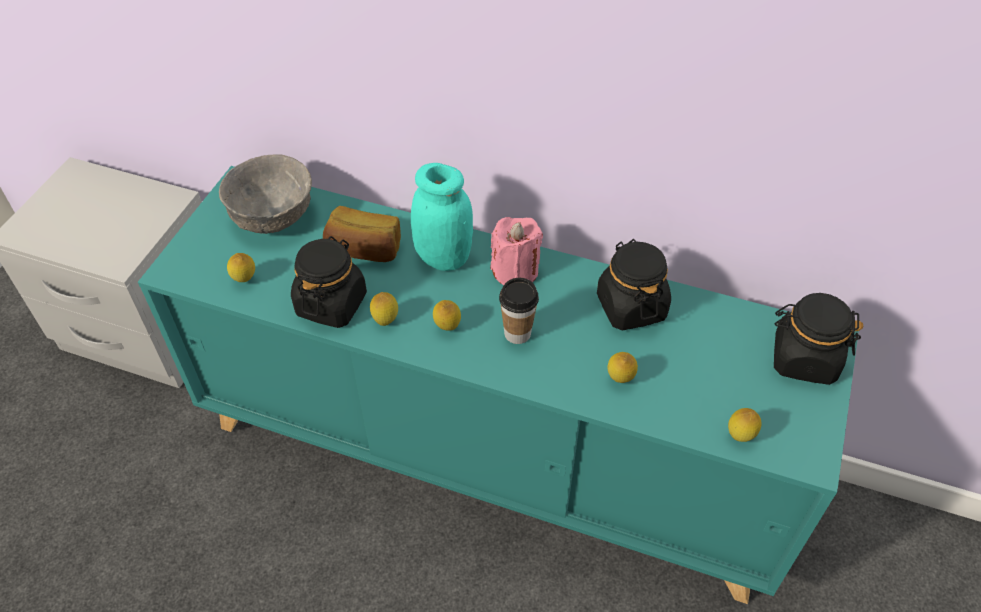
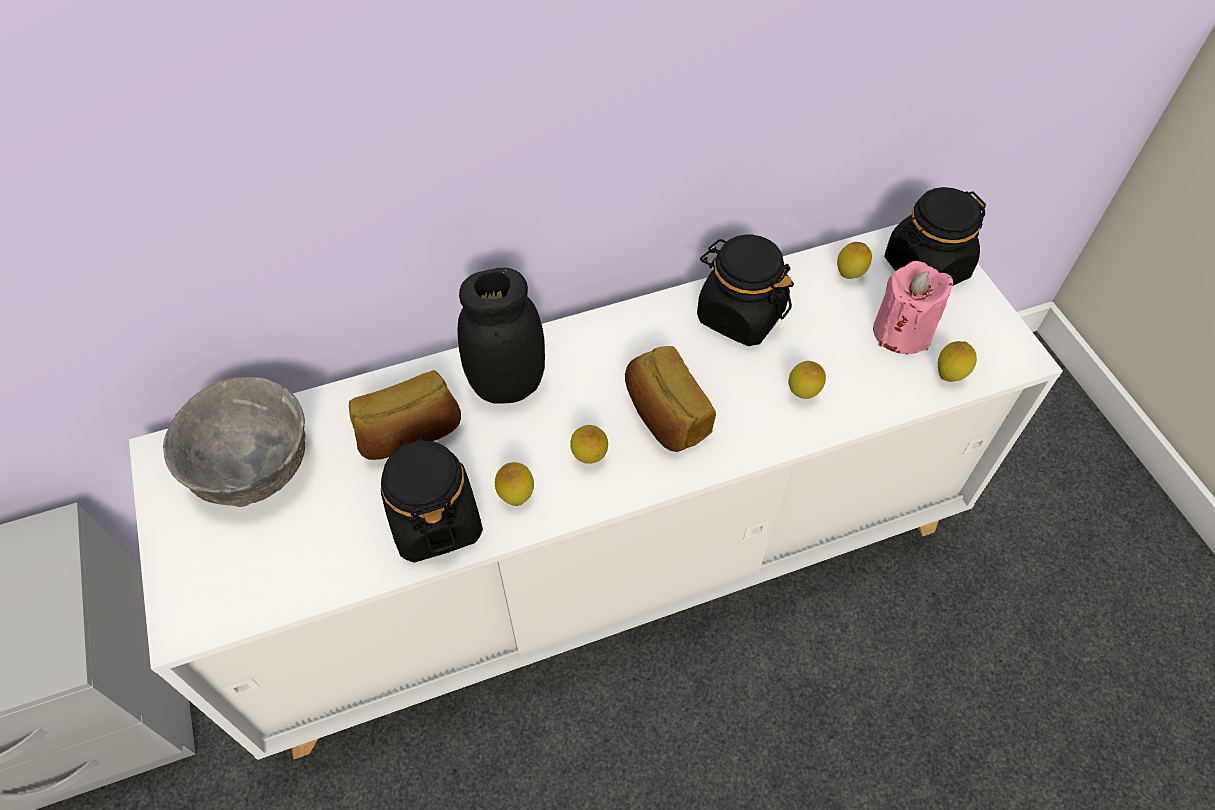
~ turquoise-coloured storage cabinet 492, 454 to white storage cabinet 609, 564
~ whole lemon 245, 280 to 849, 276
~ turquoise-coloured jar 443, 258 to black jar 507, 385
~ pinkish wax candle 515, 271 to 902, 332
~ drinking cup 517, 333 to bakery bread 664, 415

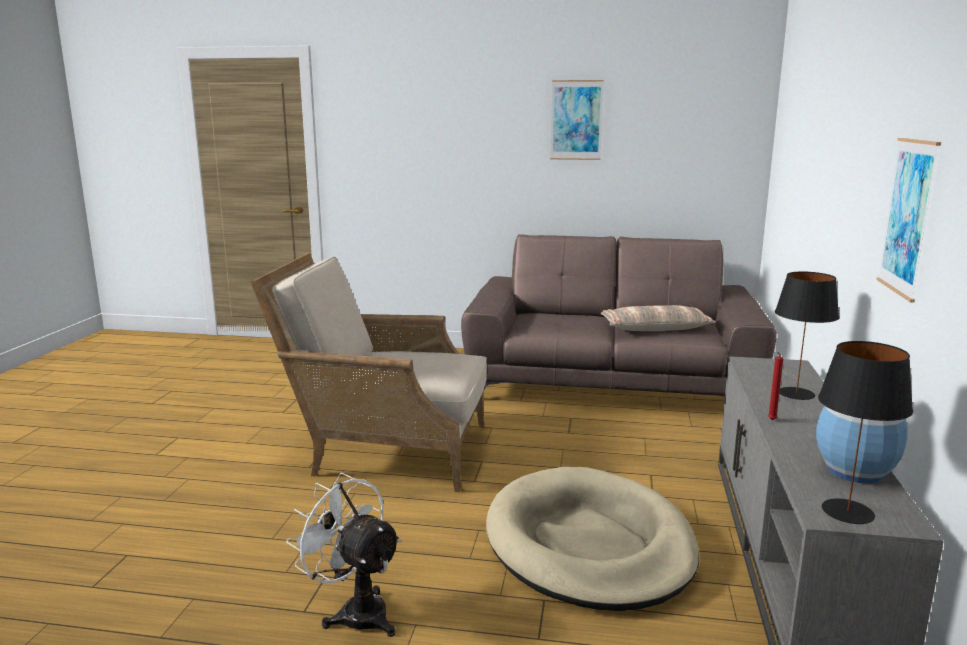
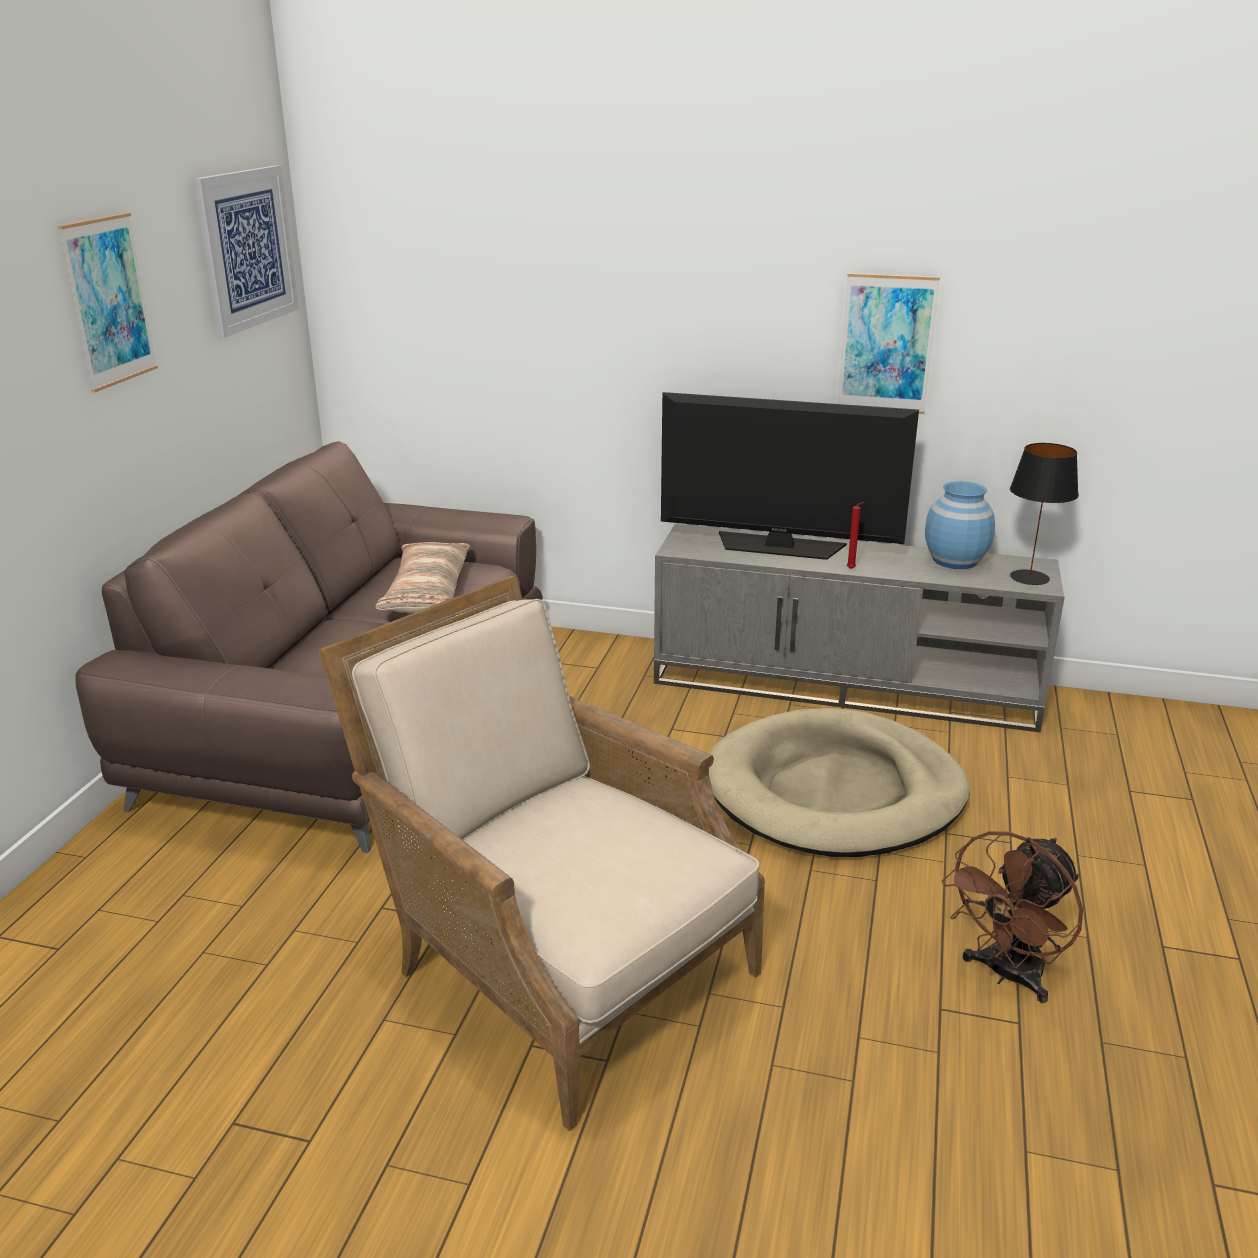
~ beige-coloured armchair 385, 450 = 553, 961 120 degrees clockwise
~ white fan 355, 611 to brownish fan 1006, 975
~ black lamp for a table 797, 394 to TV set 779, 546
+ picture 247, 249

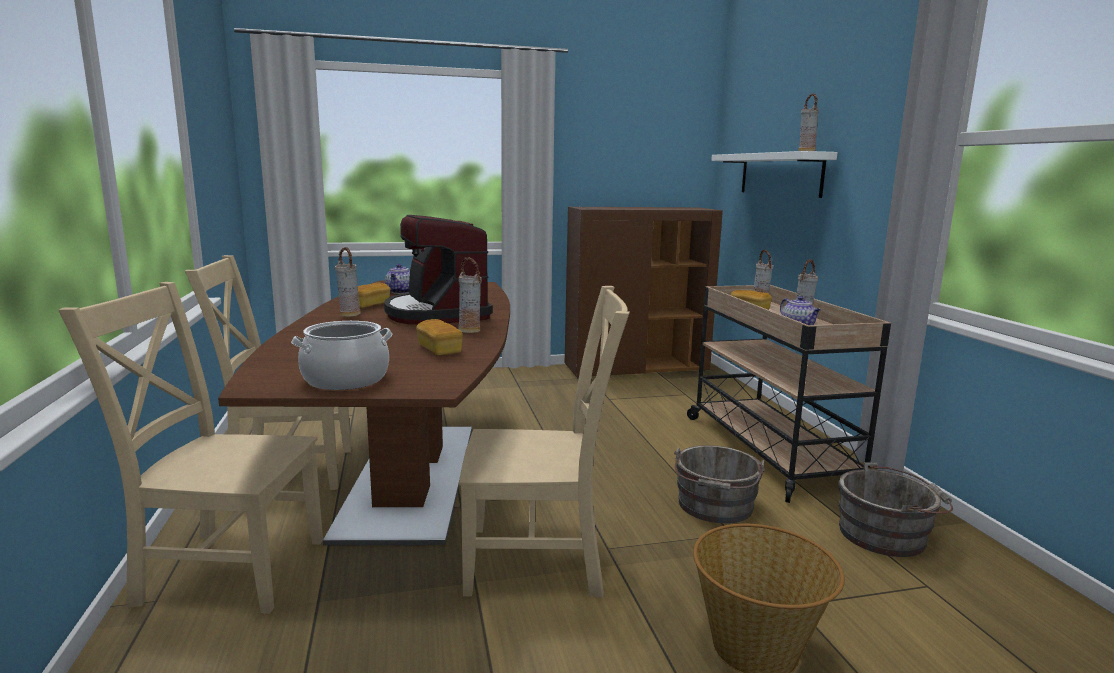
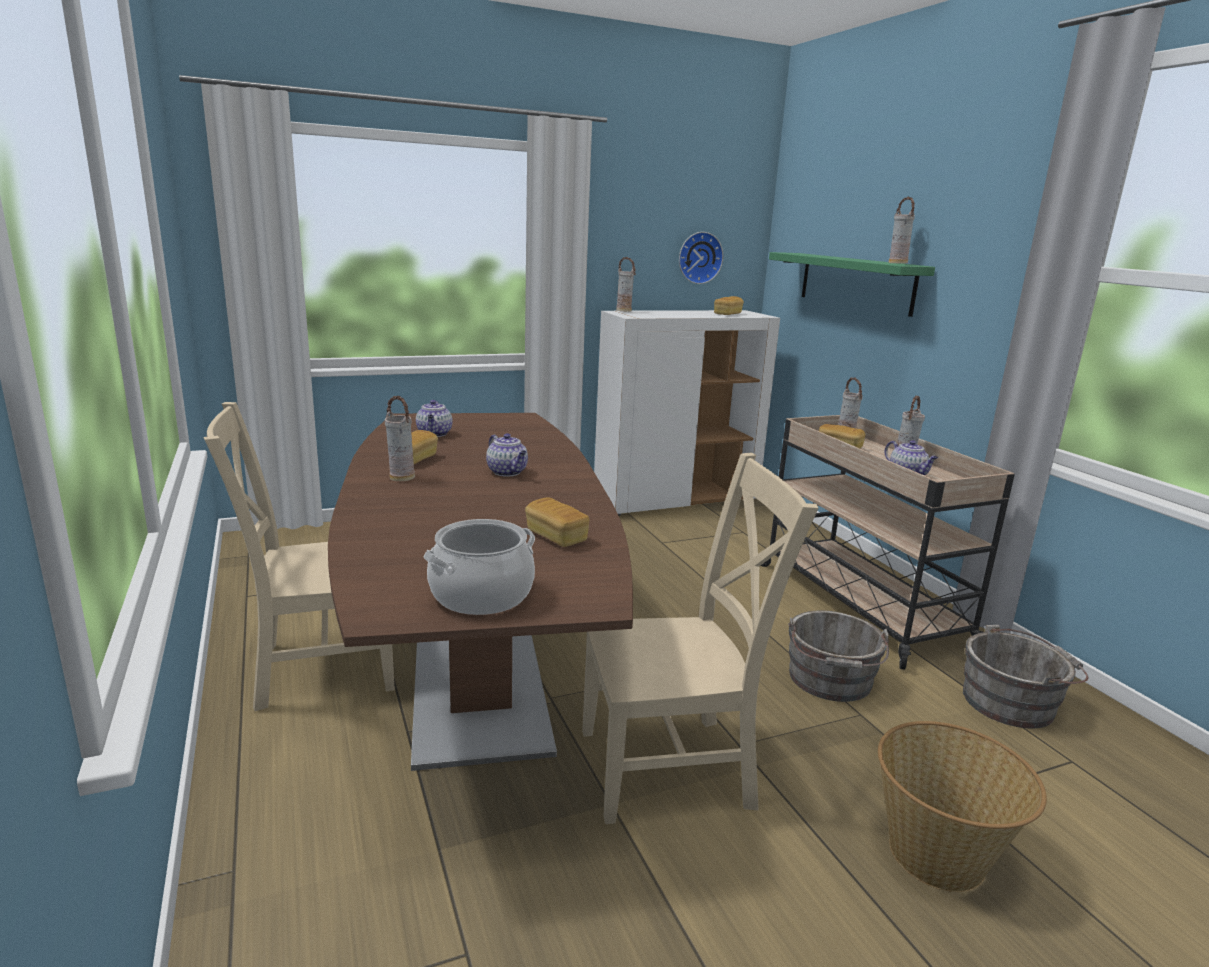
- beige-coloured chair 226, 569
~ coffee brewer 437, 314 to pot for tea 508, 472
~ decorative vase 470, 330 to 624, 311
~ brownish storage cabinet 636, 369 to white storage cabinet 676, 499
~ white shelf 780, 174 to green-coloured shelf 855, 282
+ wall clock 699, 257
+ bakery bread 727, 314

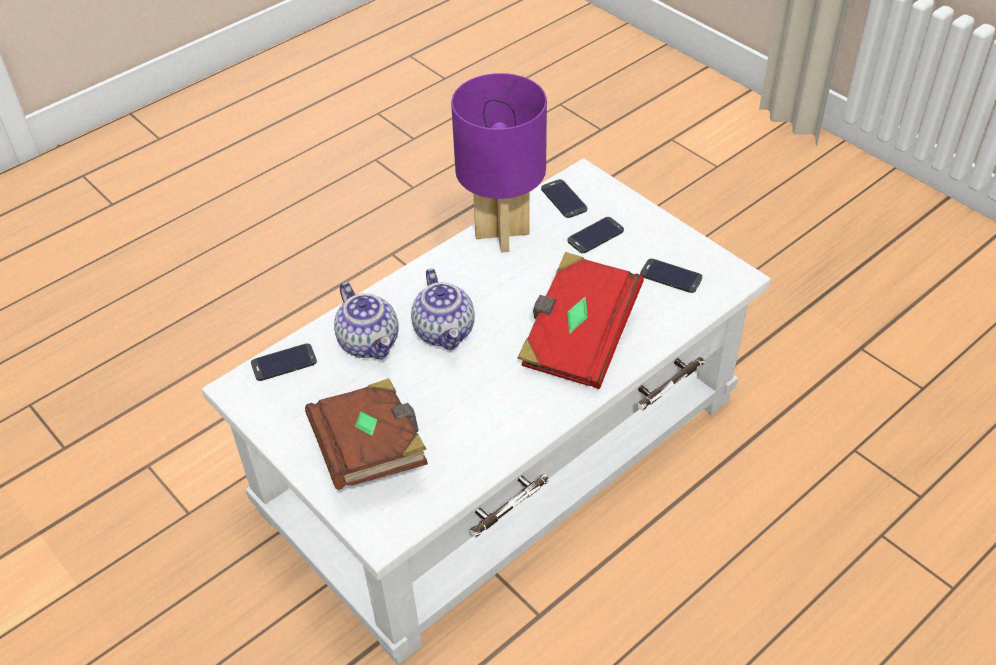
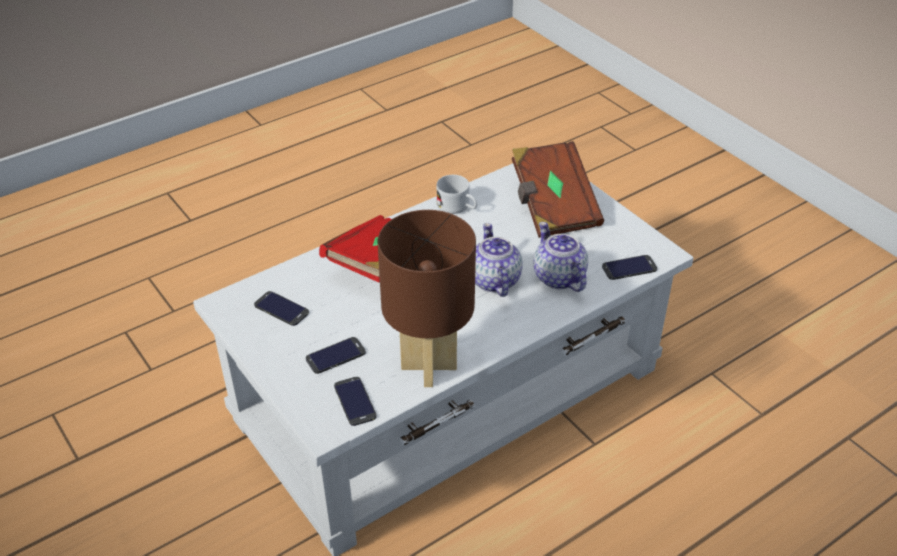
~ purplish lamp for a table 503, 233 to brownish lamp for a table 427, 367
+ white coffee mug 458, 207

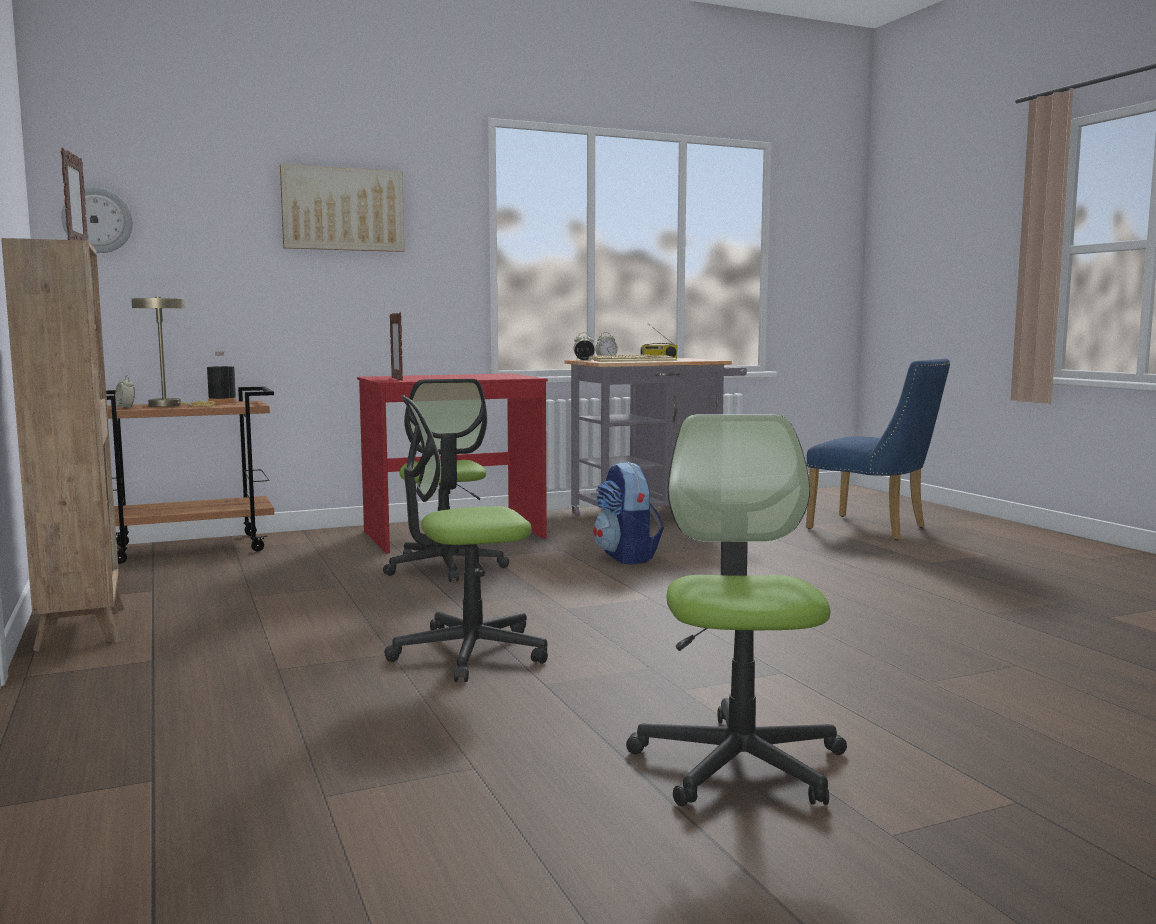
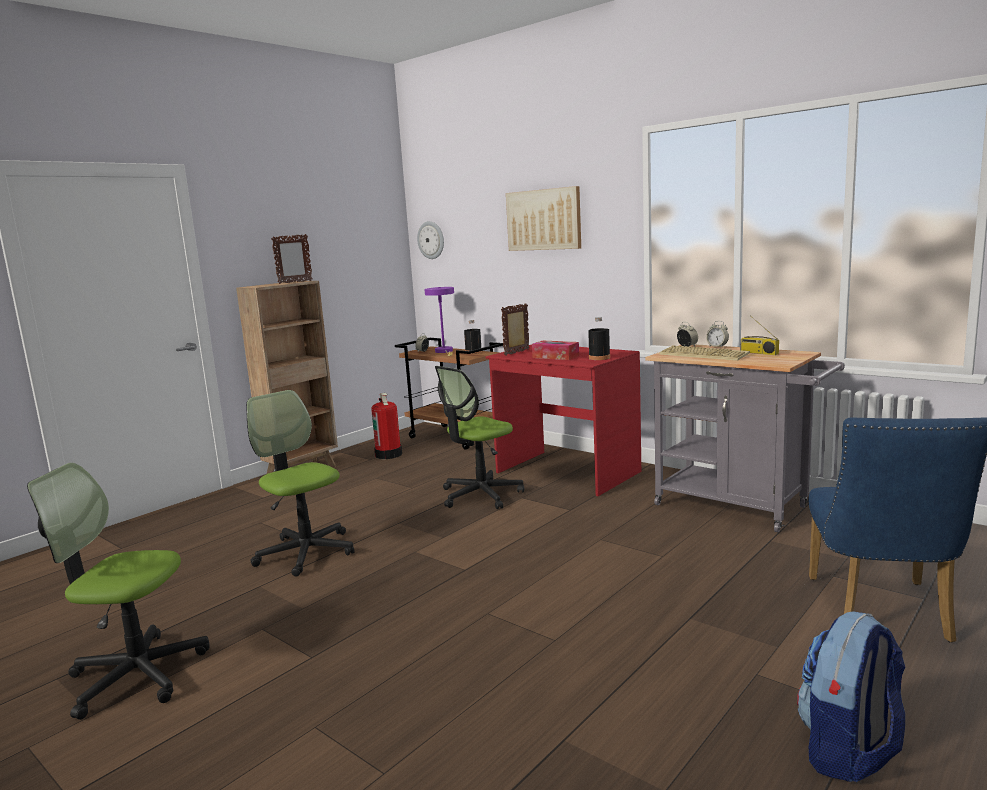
~ beige-coloured lamp for a table 170, 405 to purplish lamp for a table 445, 352
~ knapsack 627, 557 to 849, 752
~ computer chair 739, 763 = 137, 674 150 degrees counterclockwise
+ extinguisher 389, 454
+ tissue box 555, 357
+ black drink bottle 599, 358

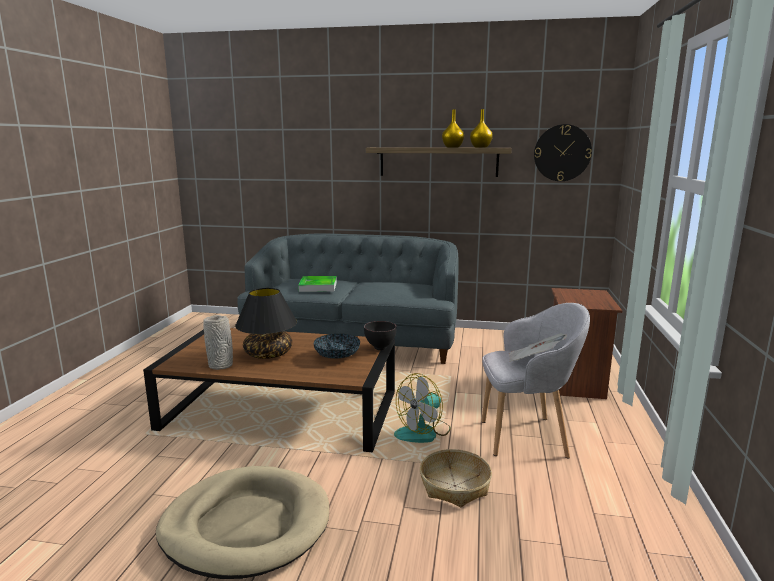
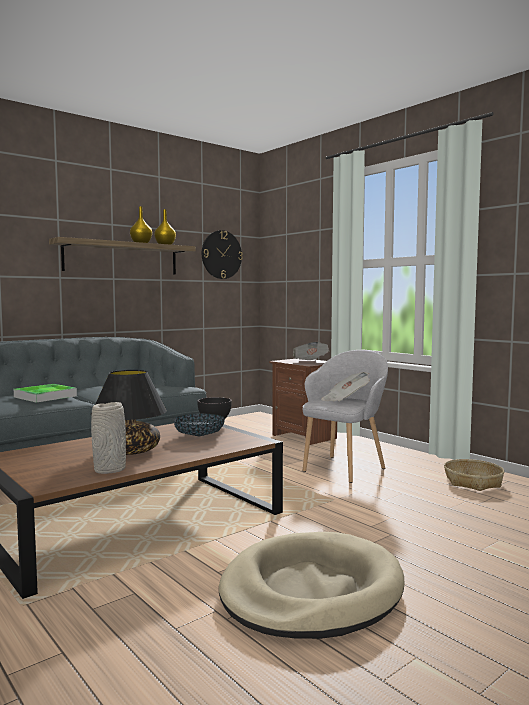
- fan 423, 432
~ storage basket 455, 486 to 473, 482
+ newspaper 310, 362

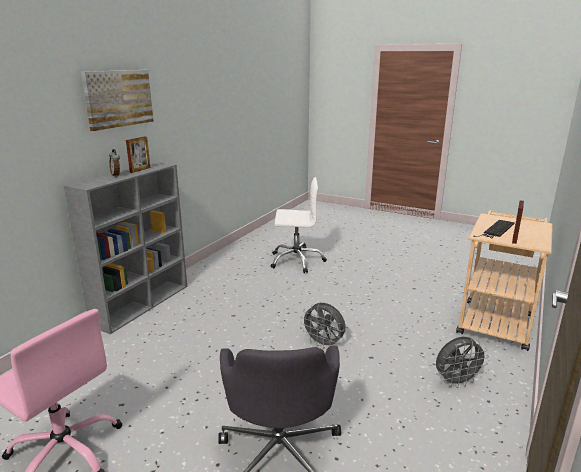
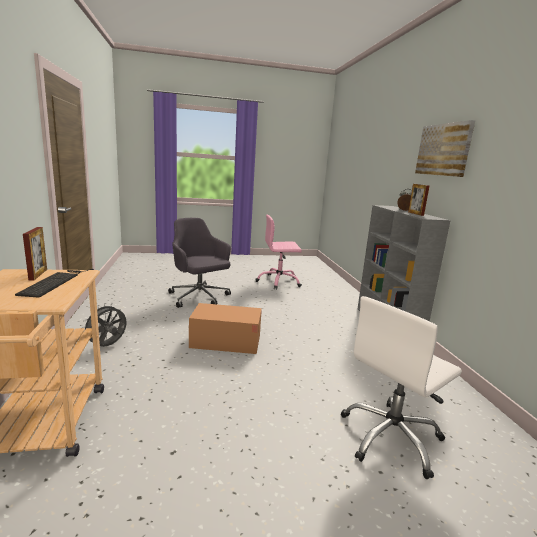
~ gray fan 324, 344 to packing box 226, 341

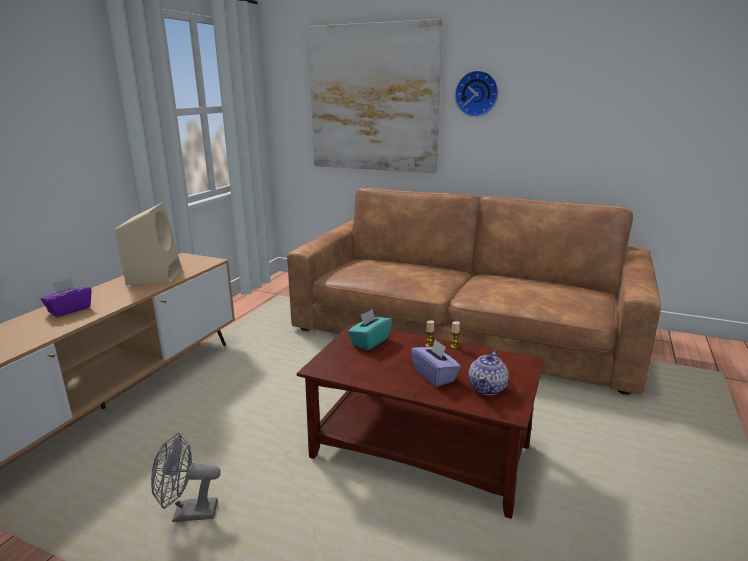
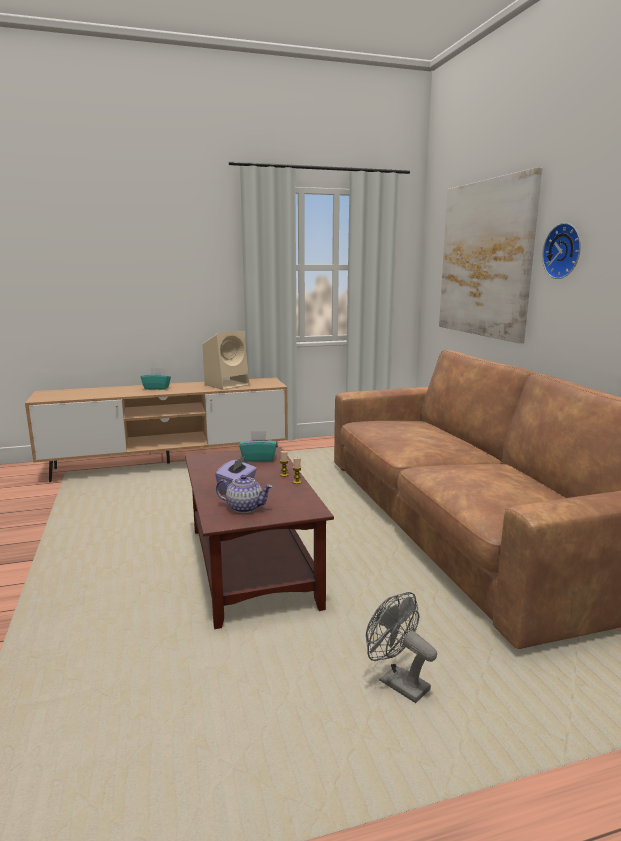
~ purplish tissue box 69, 310 to turquoise-coloured tissue box 156, 388
~ gray fan 188, 513 to 397, 682
~ pot for tea 487, 388 = 244, 507 150 degrees counterclockwise

